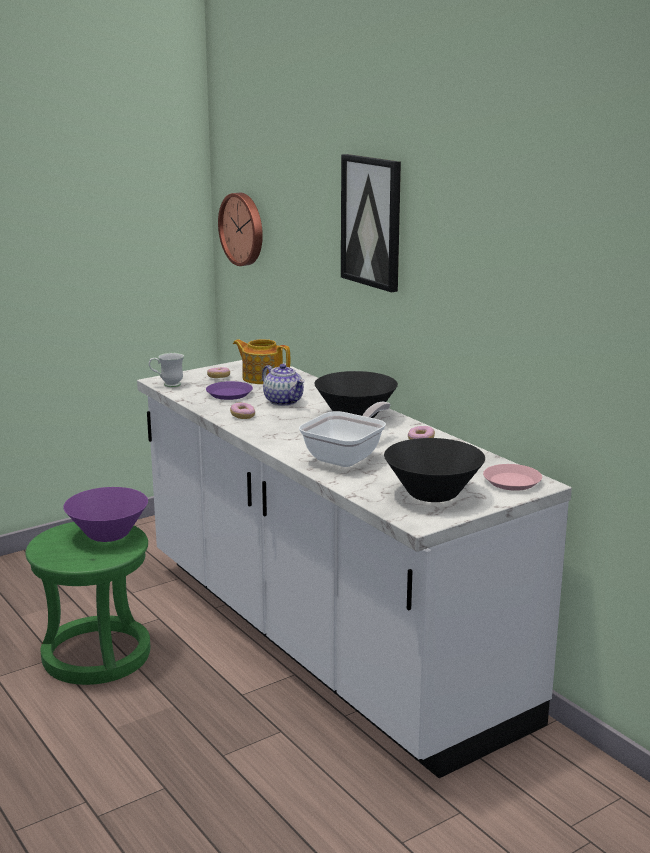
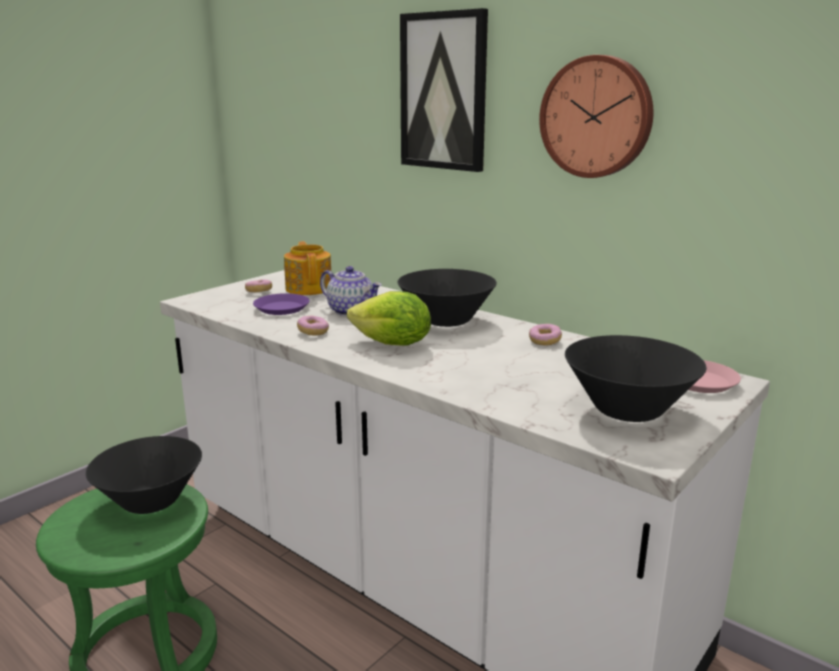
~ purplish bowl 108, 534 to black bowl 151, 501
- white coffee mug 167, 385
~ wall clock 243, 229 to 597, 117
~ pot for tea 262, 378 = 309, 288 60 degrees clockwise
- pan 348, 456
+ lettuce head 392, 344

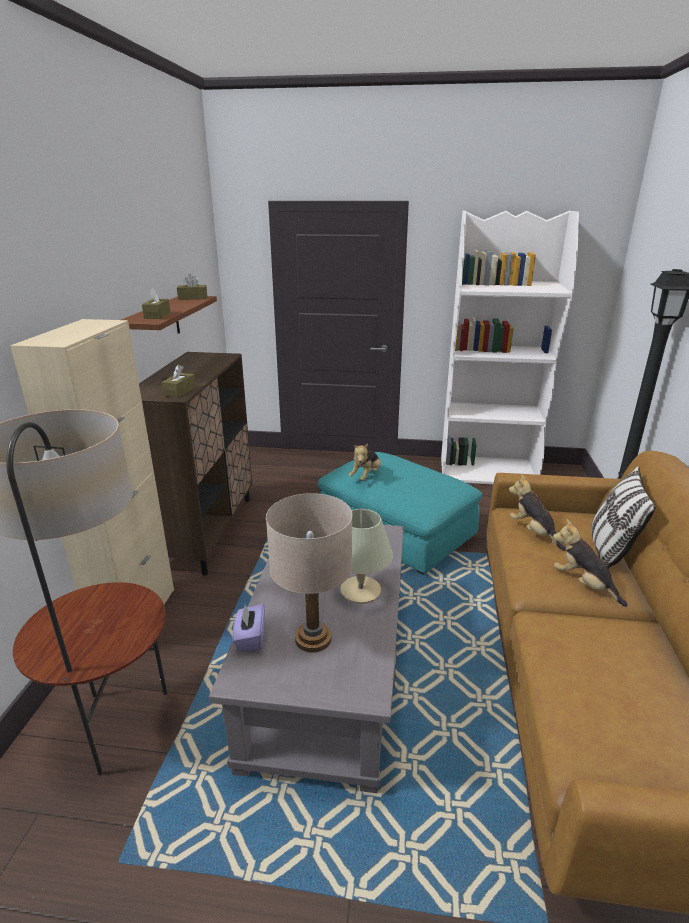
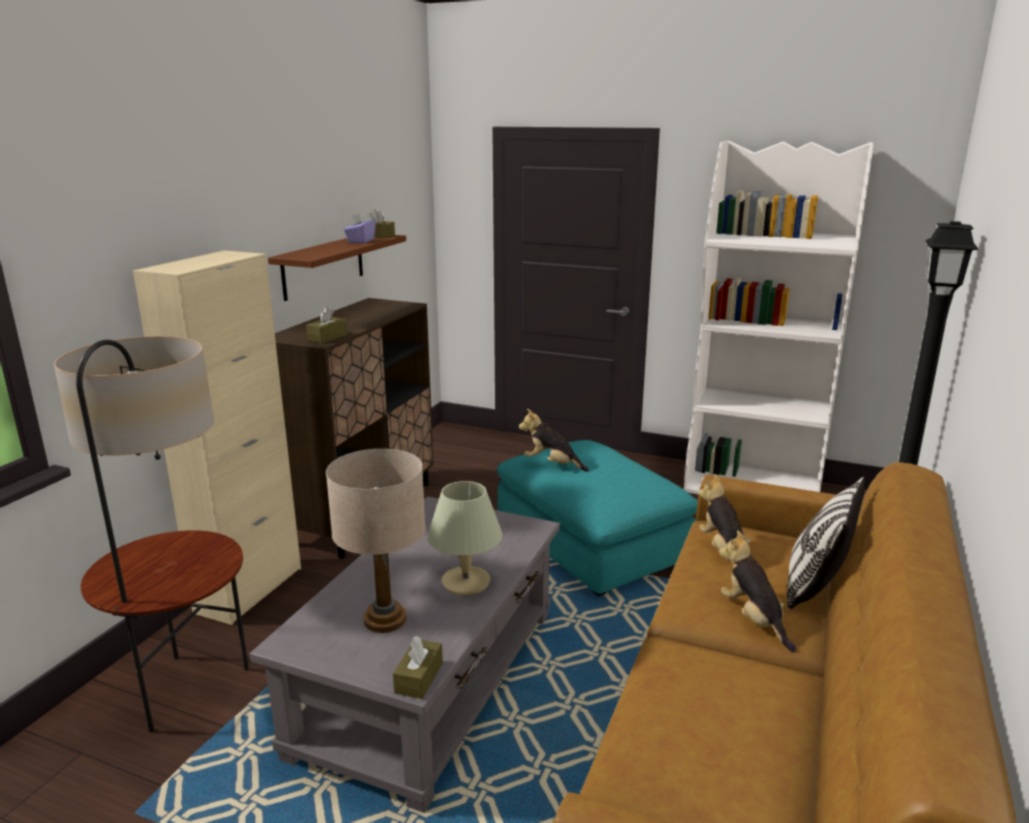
~ brownish tissue box 157, 315 to 419, 678
~ purplish tissue box 250, 638 to 360, 241
~ cuddly toy 366, 476 = 552, 464 75 degrees clockwise

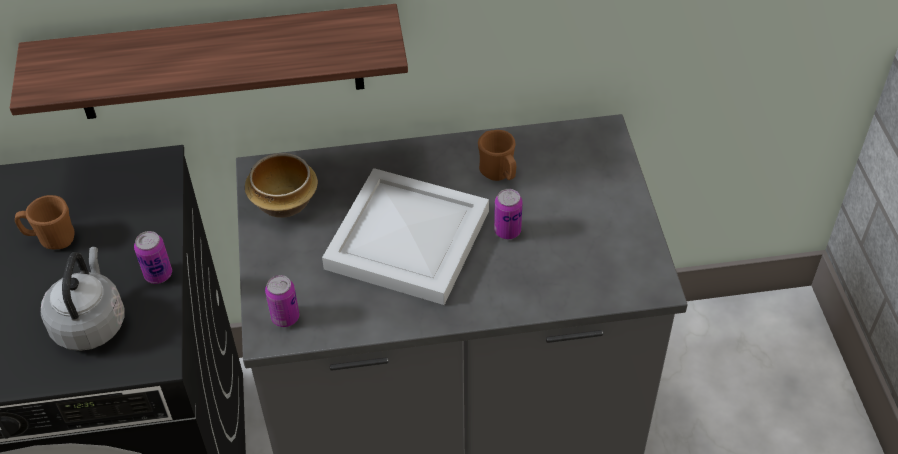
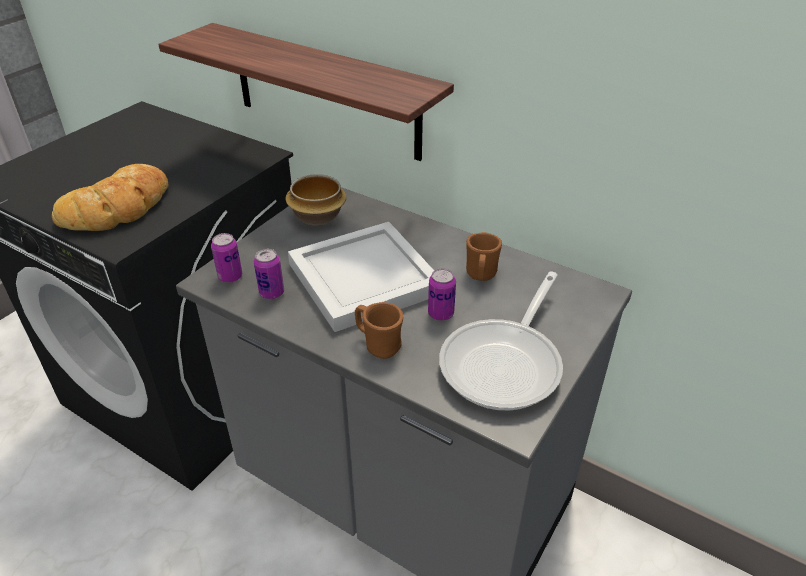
~ brownish coffee mug 51, 238 to 378, 345
~ gray kettle 90, 322 to bakery bread 119, 208
~ can 158, 274 to 271, 293
+ pan 505, 363

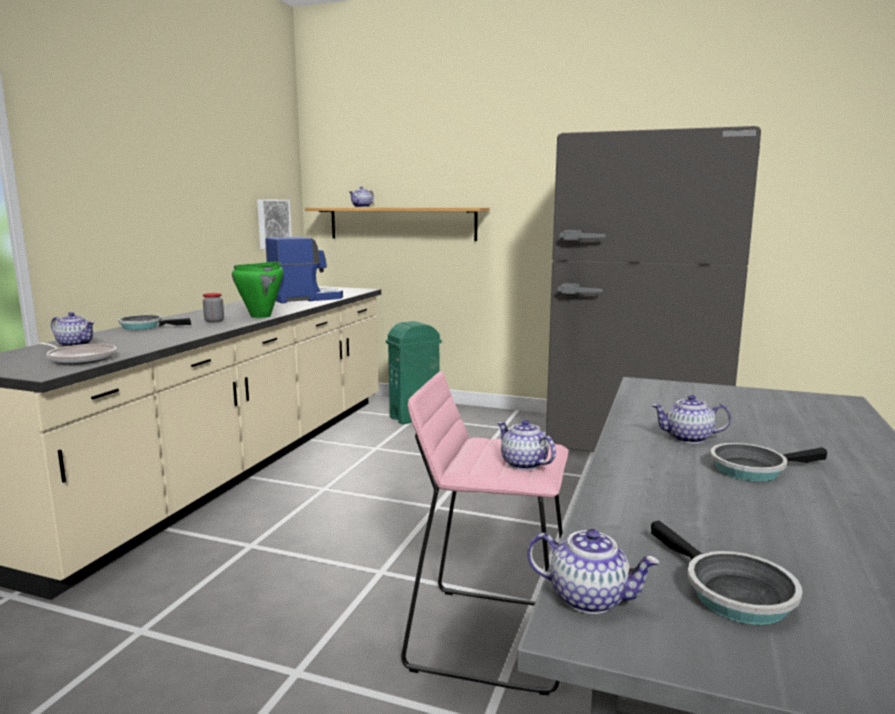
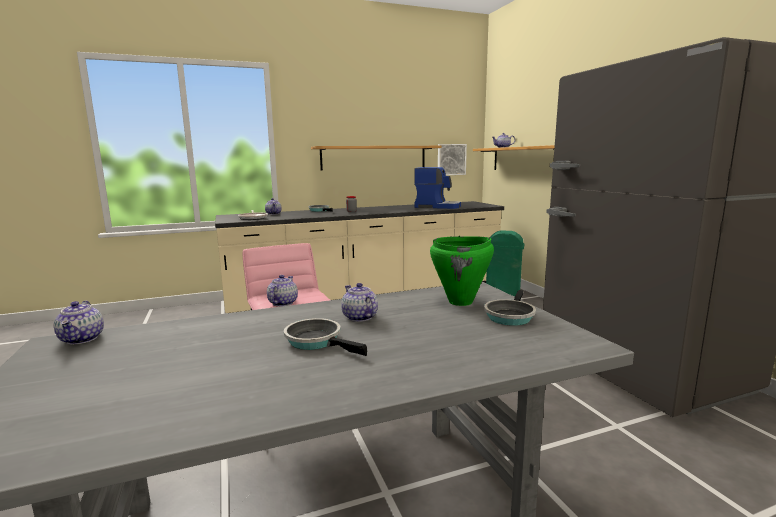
~ green-coloured cooking pot 261, 316 to 461, 302
~ pan 731, 593 to 509, 316
+ shelf 374, 157

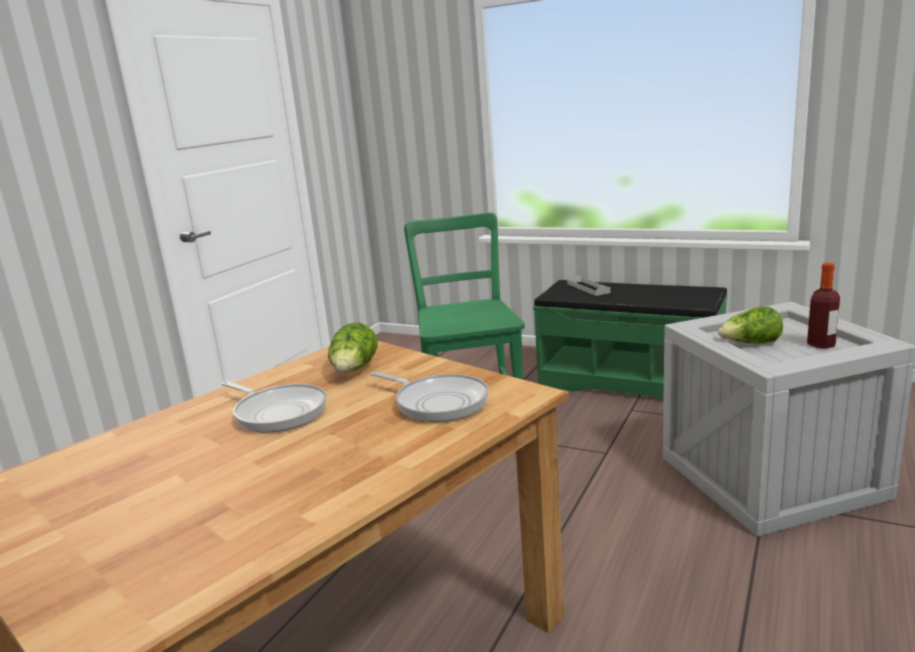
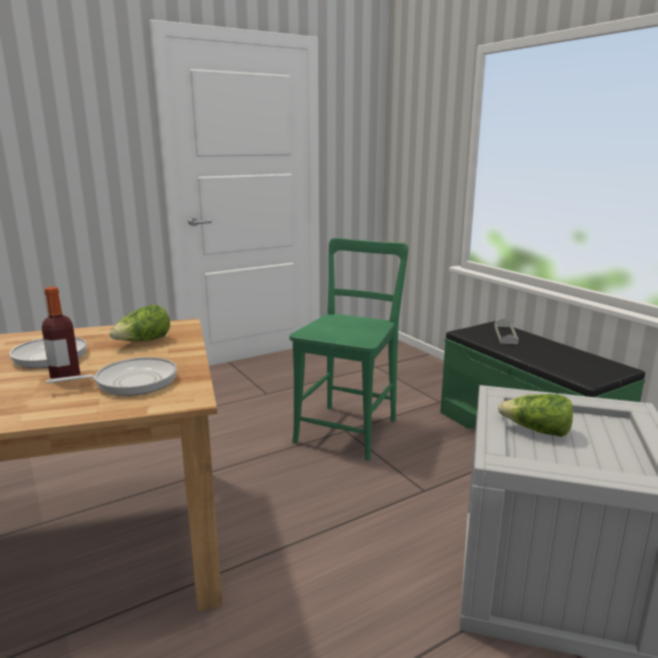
~ pan 438, 402 = 131, 382 90 degrees counterclockwise
~ drink bottle 821, 344 to 65, 376

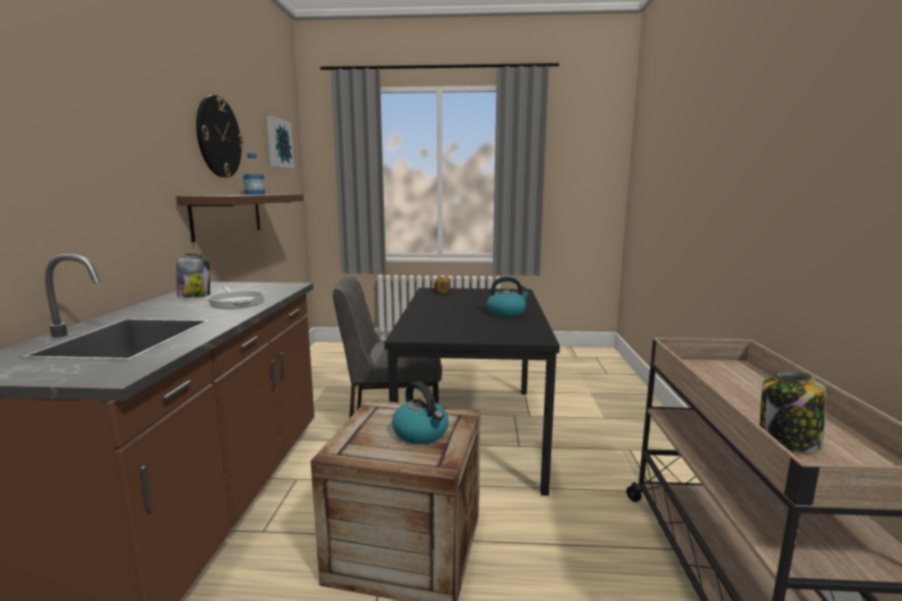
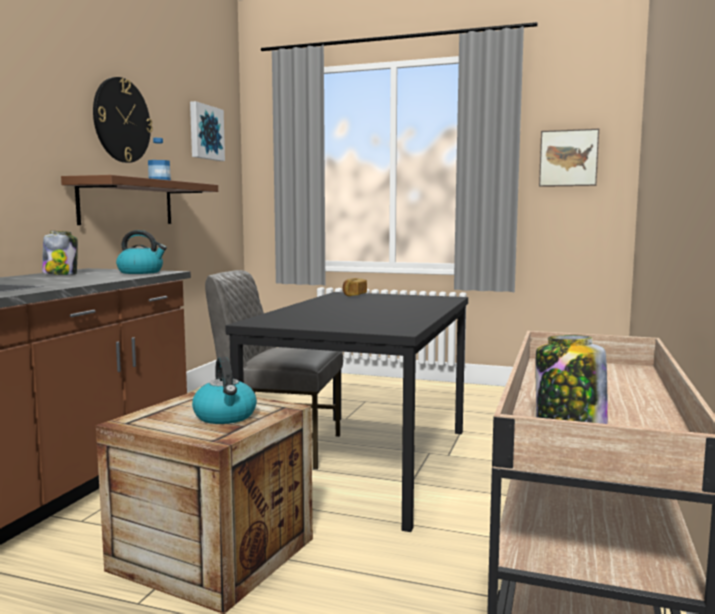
- pan 236, 302
~ kettle 506, 313 to 141, 272
+ picture 568, 158

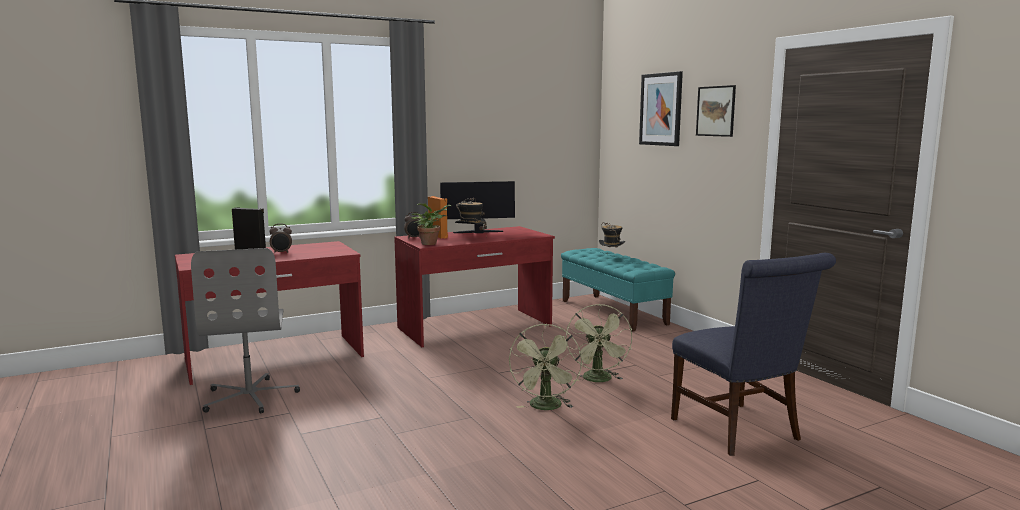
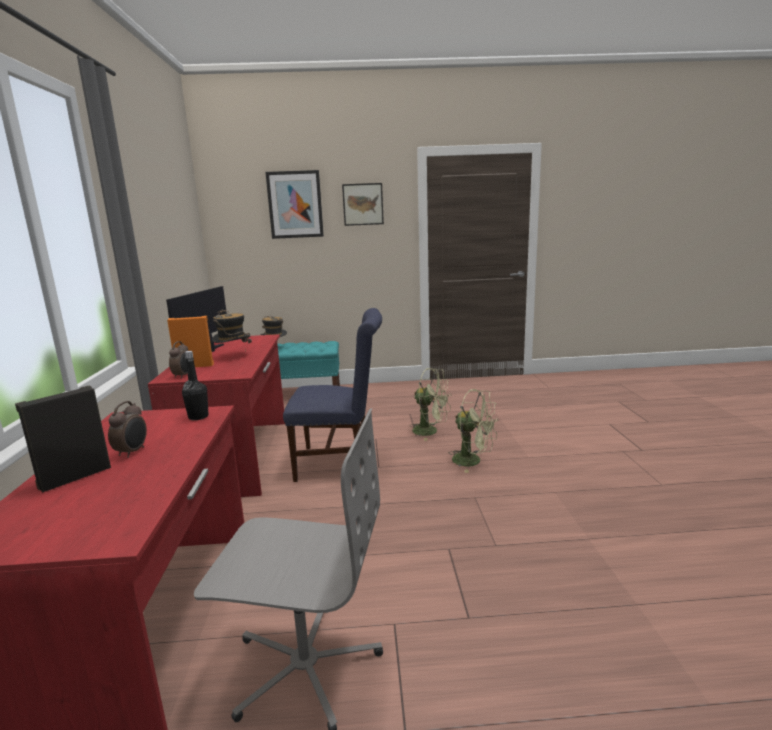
- houseplant 430, 243
~ blue-coloured chair 740, 431 to 342, 462
+ black drink bottle 198, 417

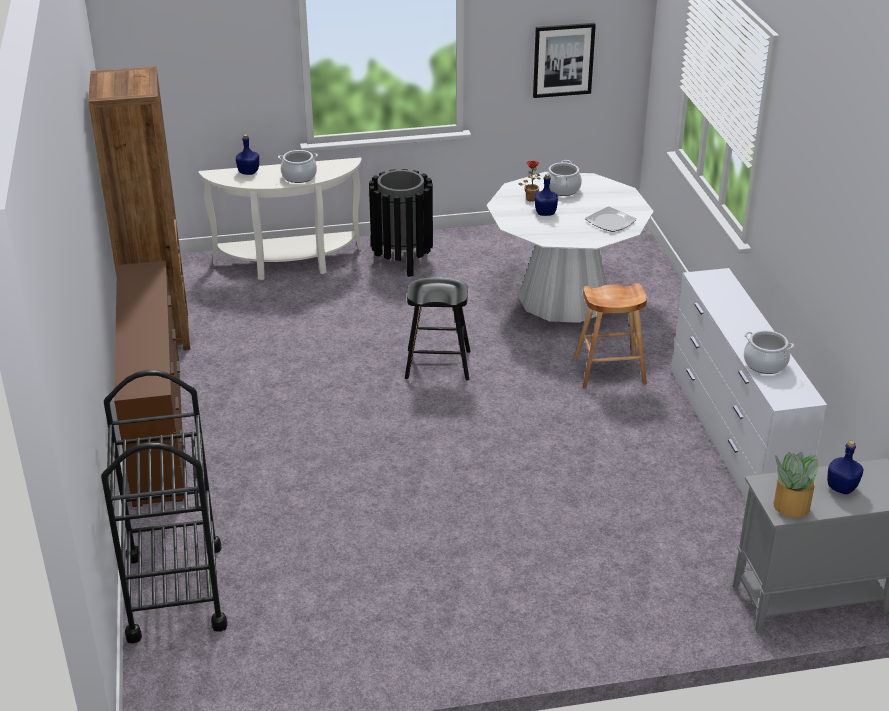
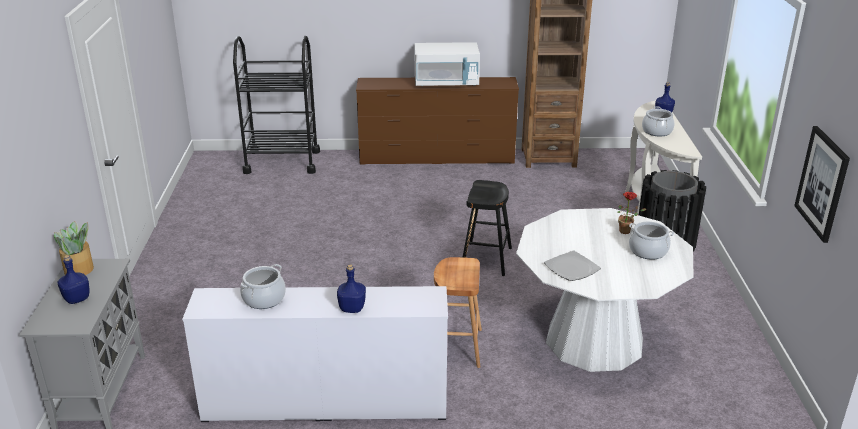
~ blue-coloured drink bottle 545, 213 to 351, 308
+ white microwave oven 446, 83

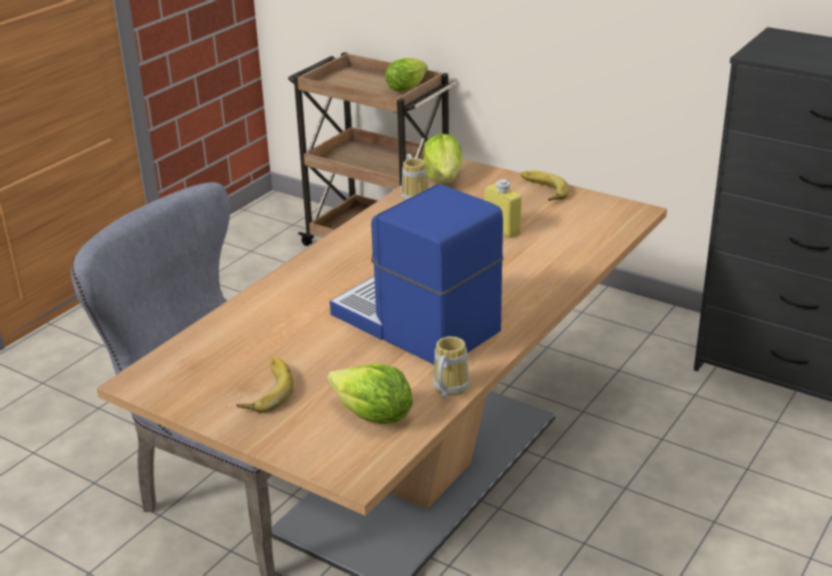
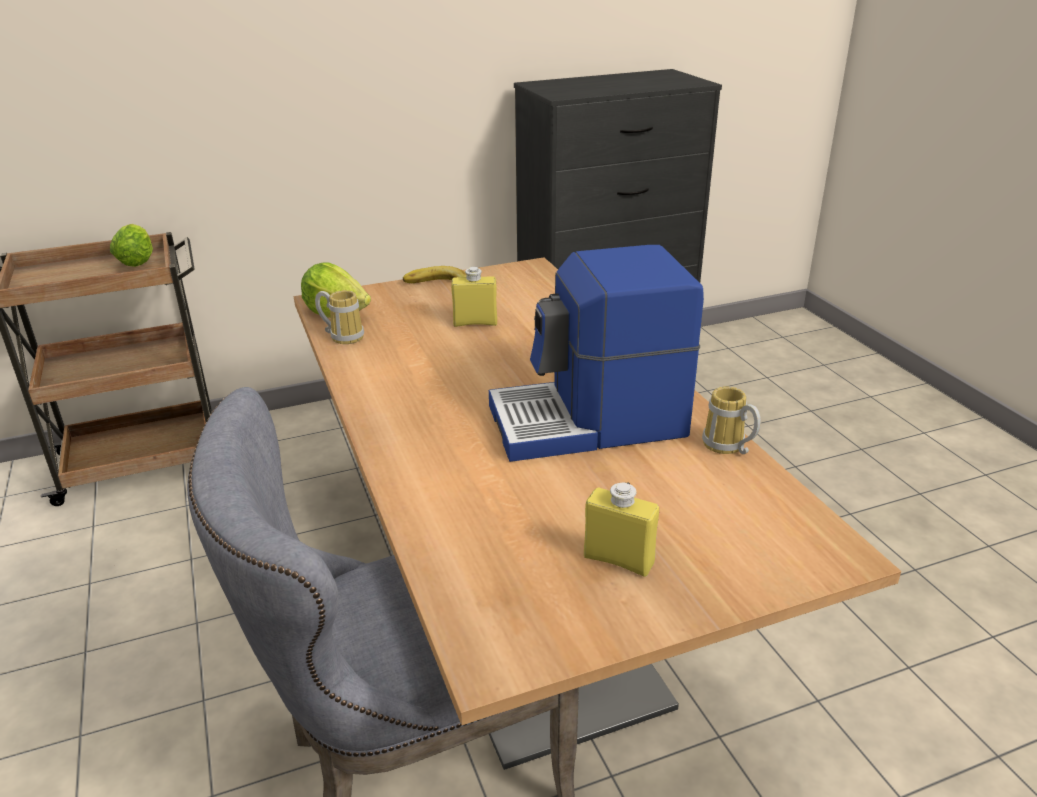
~ banana fruit 265, 390 to yellowish drink bottle 618, 560
- lettuce head 373, 416

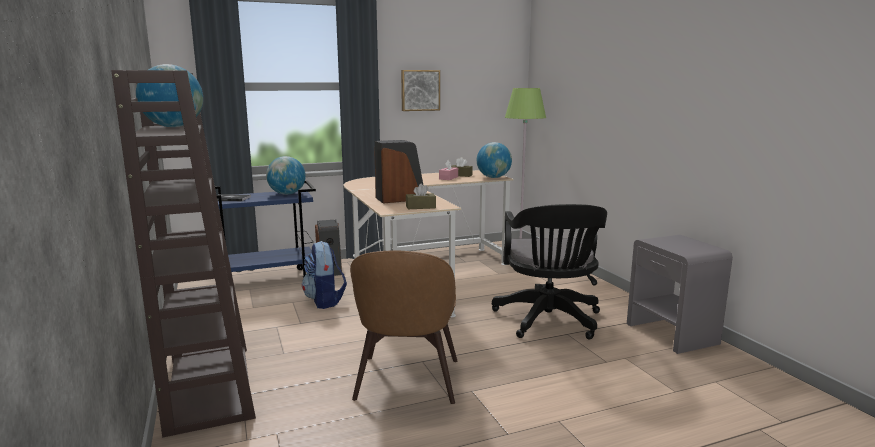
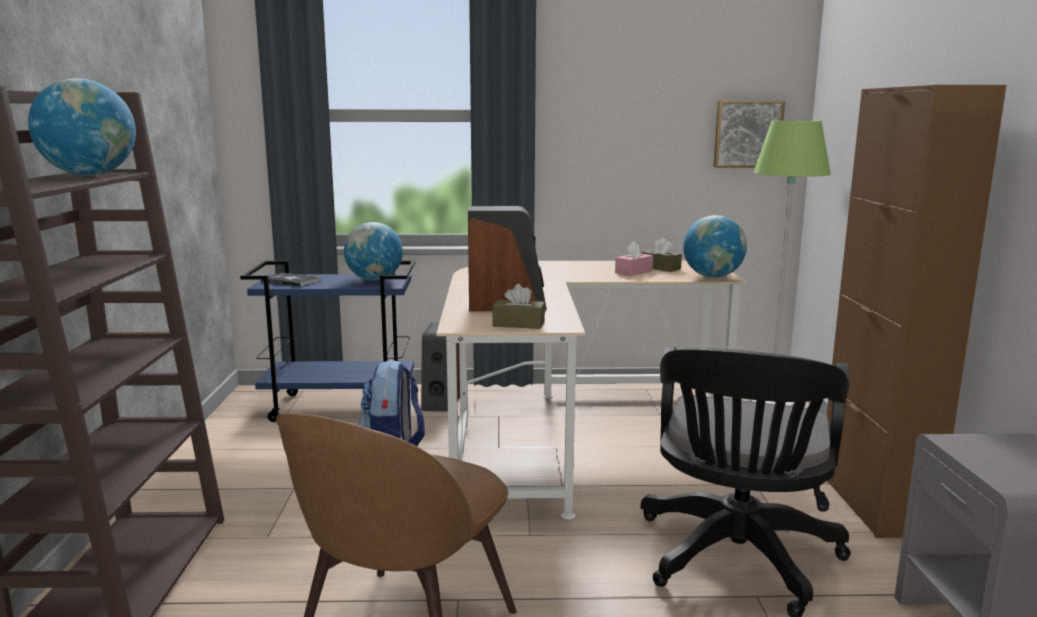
~ picture 420, 90 to 747, 134
+ brownish storage cabinet 874, 503

